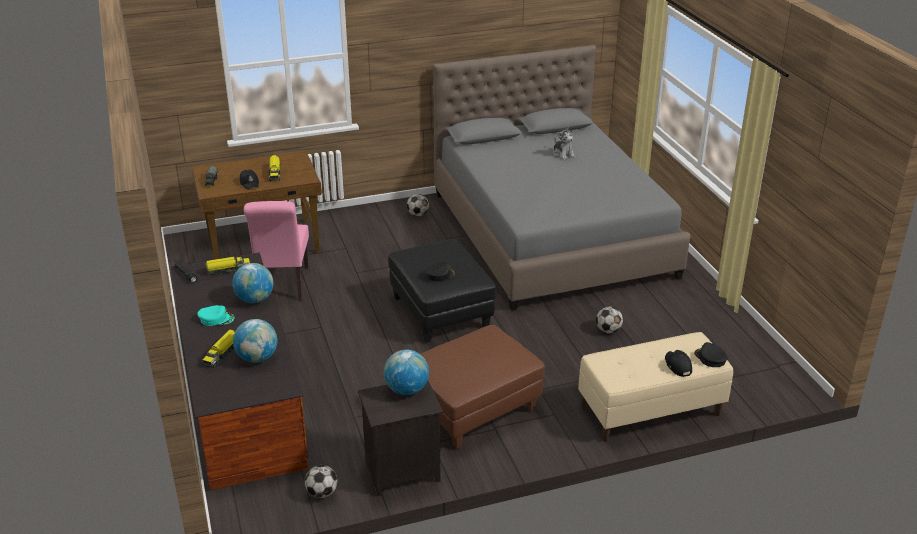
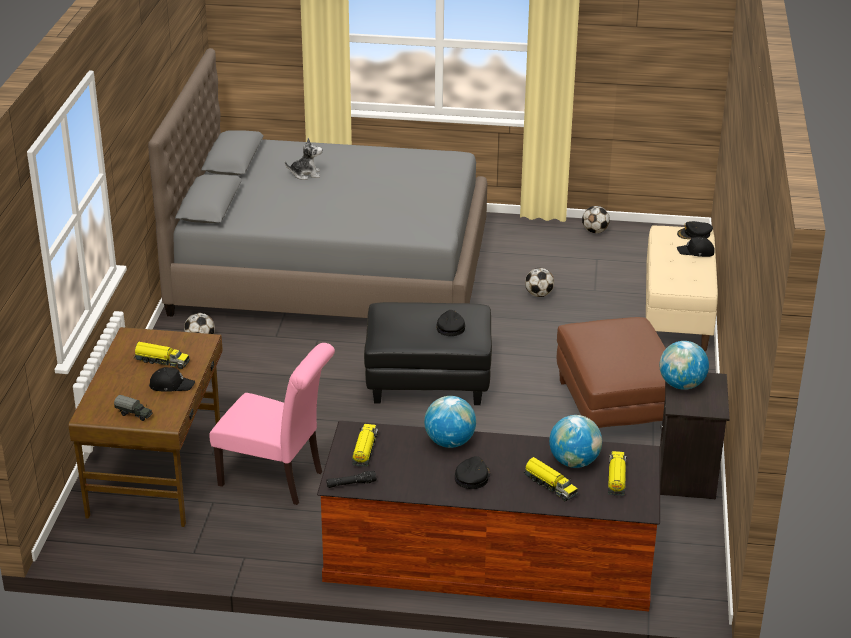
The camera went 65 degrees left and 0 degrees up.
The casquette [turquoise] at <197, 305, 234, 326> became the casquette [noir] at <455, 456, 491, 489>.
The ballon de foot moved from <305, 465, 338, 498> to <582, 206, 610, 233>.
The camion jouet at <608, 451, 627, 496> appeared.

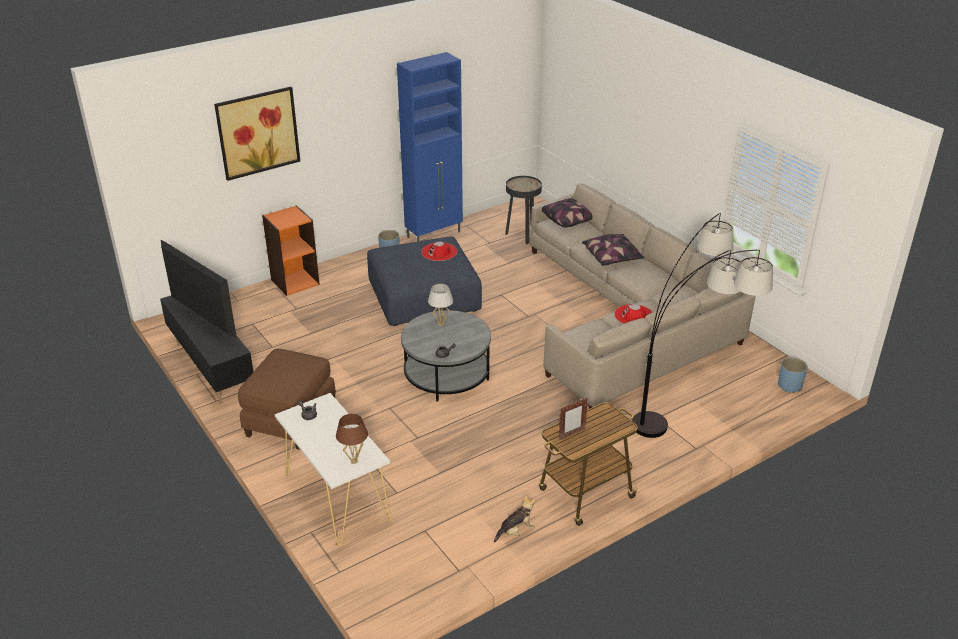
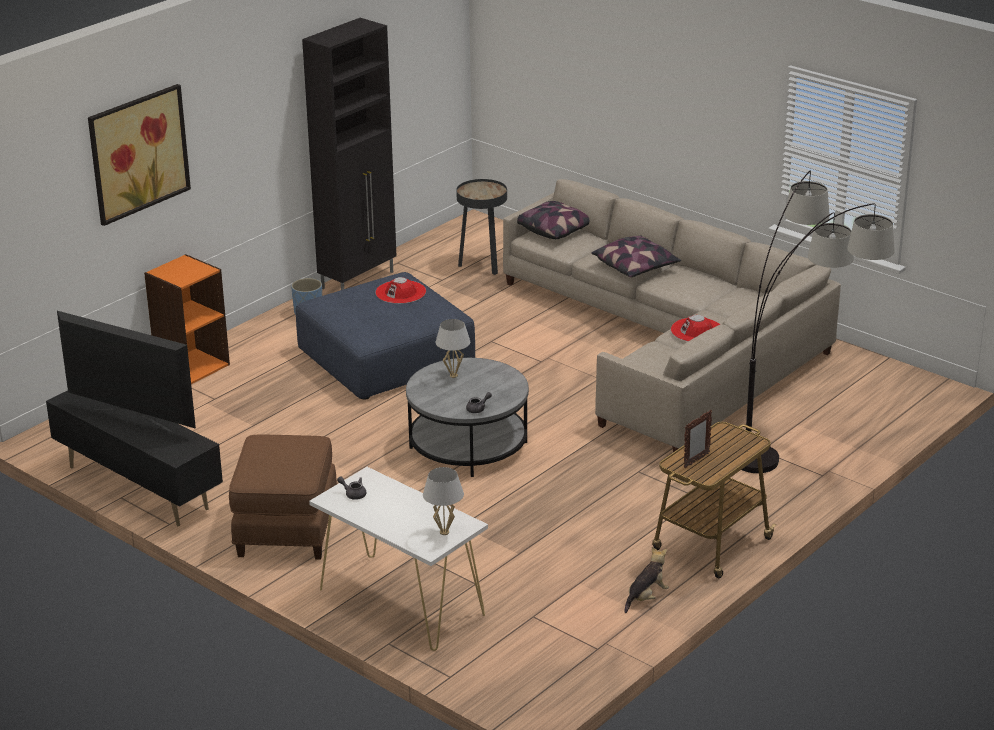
The camera went 15 degrees left and 5 degrees down.
The meuble de rangement [bleu] at <397, 52, 463, 242> became the meuble de rangement [noir] at <302, 18, 397, 290>.
The lampe de table [marron] at <336, 414, 368, 464> became the lampe de table [blanc] at <423, 467, 464, 535>.
The cache-pot [bleu] at <778, 357, 808, 393> disappeared.

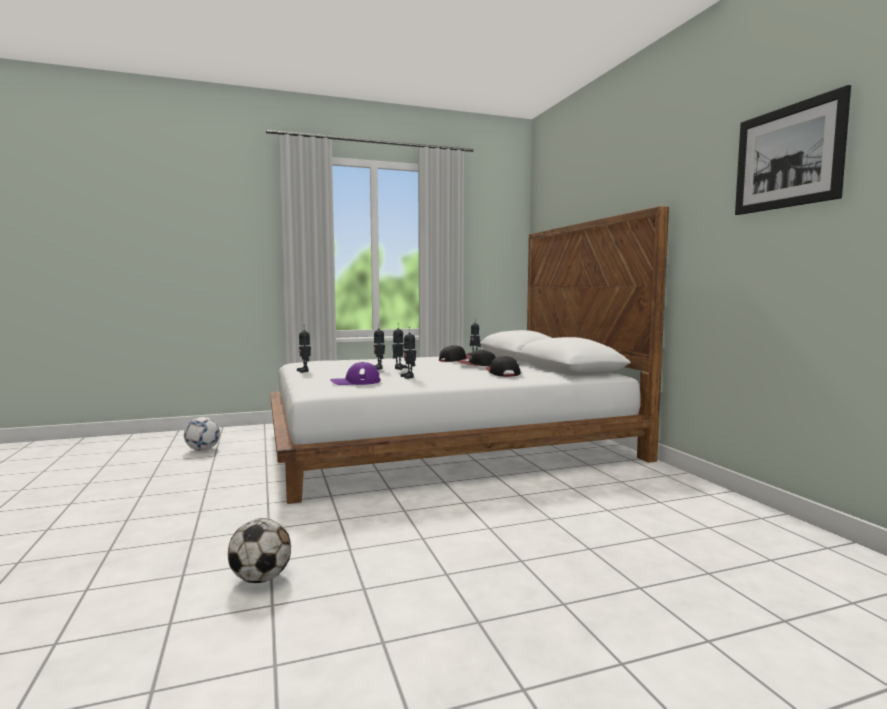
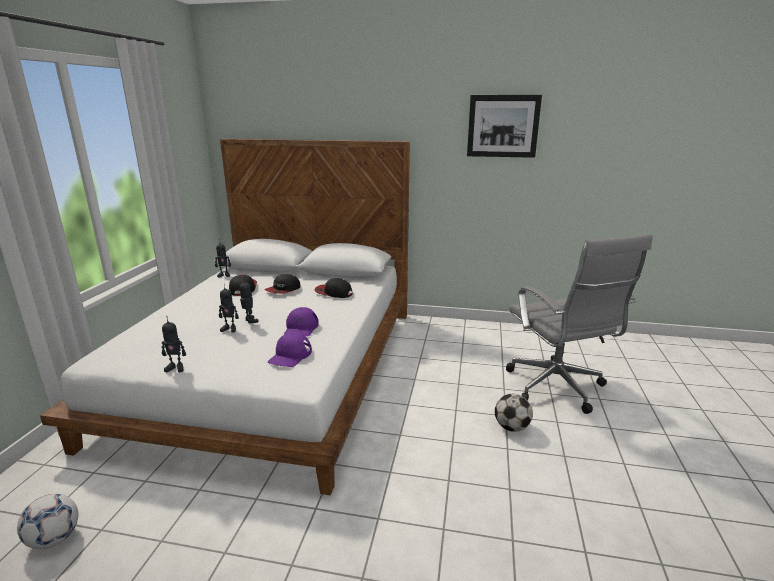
The camera went 60 degrees left and 15 degrees up.
The robot jouet at <400, 327, 416, 379> was replaced by the casquette [violet] at <284, 307, 319, 336>.
The ballon de foot moved from <228, 518, 291, 583> to <495, 394, 533, 432>.
The chaise de bureau [gris] at <506, 234, 653, 414> appeared.

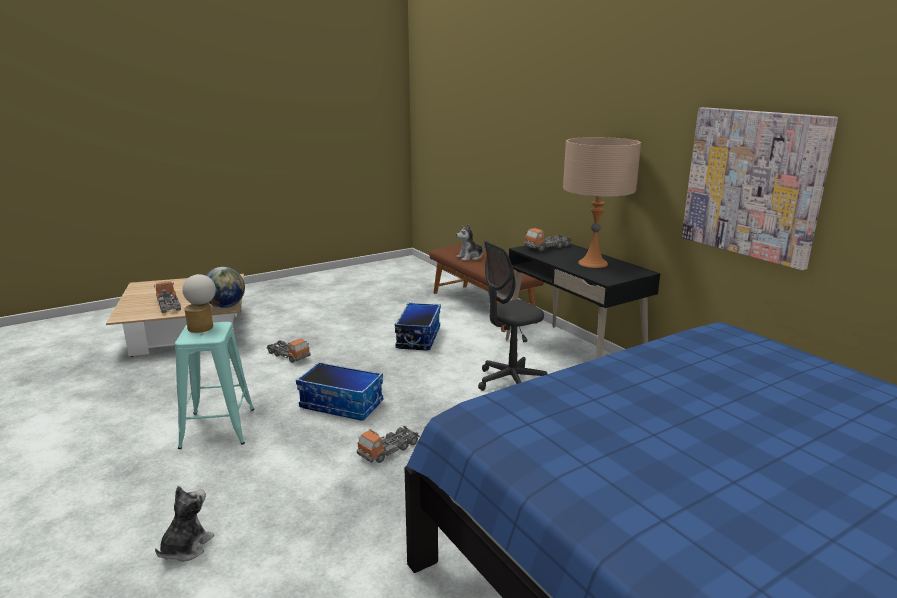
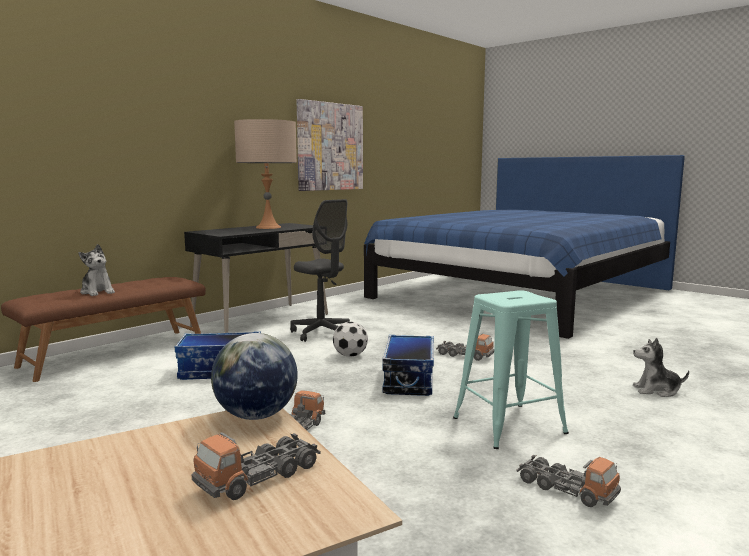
The camera went 105 degrees left and 10 degrees down.
The ballon de foot at <333, 322, 368, 357> appeared.
The camion jouet moved from <524, 228, 572, 251> to <516, 455, 621, 507>.
The lampe de table at <182, 274, 216, 333> disappeared.

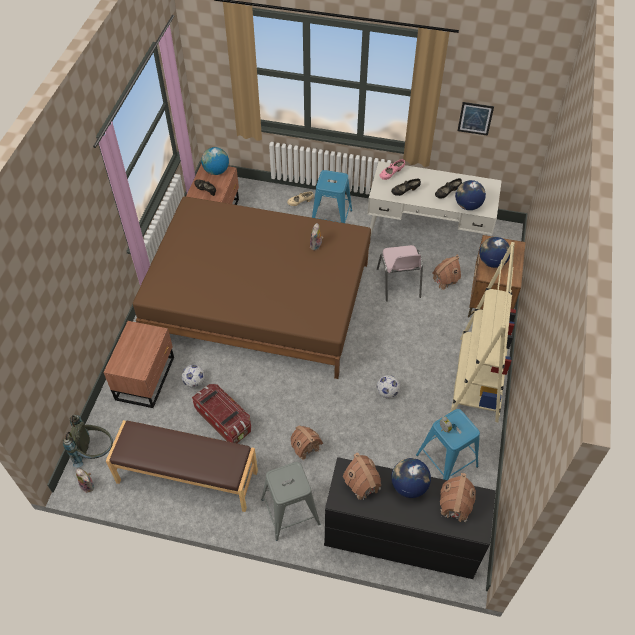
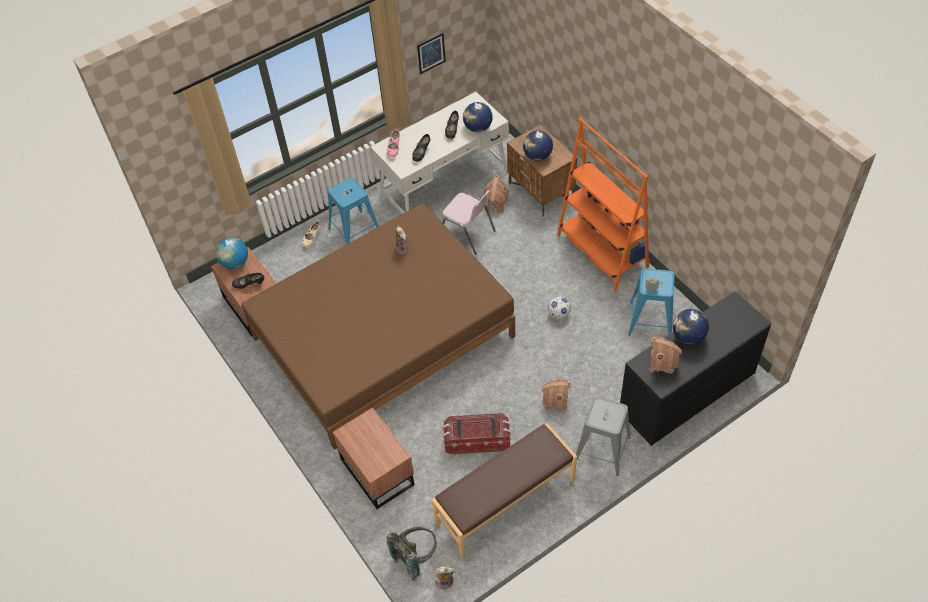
The camera went 45 degrees left and 0 degrees up.
The bibliothèque [beige] at <449, 242, 516, 422> became the bibliothèque [orange] at <557, 117, 649, 291>.
The ballon de foot at <182, 365, 205, 388> disappeared.
The maison miniature at <440, 473, 476, 522> disappeared.

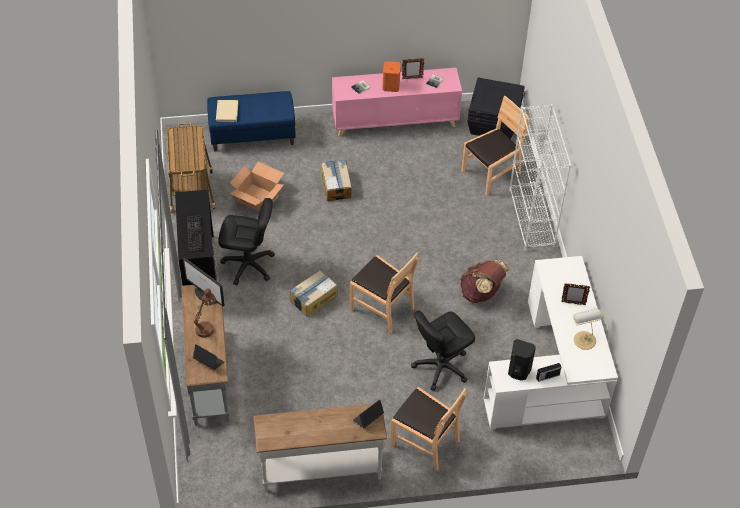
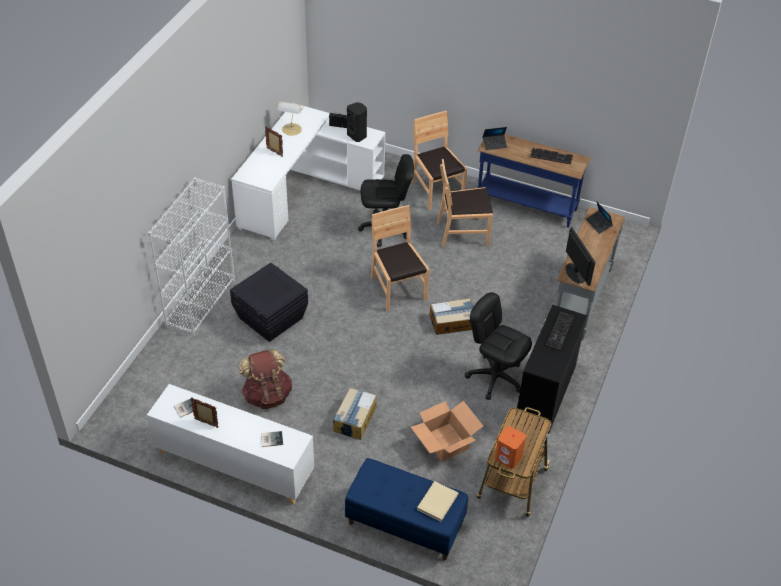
The camera went 150 degrees left and 5 degrees down.
The meuble de rangement [rose] at <332, 68, 462, 136> became the meuble de rangement [blanc] at <147, 384, 314, 504>.
The boîte de rangement [noir] moved from <468, 78, 526, 139> to <230, 262, 308, 342>.
The sac à dos [marron] moved from <460, 260, 510, 303> to <239, 350, 292, 409>.
The chaise [marron] moved from <461, 96, 530, 195> to <437, 159, 493, 247>.
The table console [blanc] at <253, 403, 387, 492> became the table console [bleu] at <477, 134, 591, 228>.
The enceinte [orange] moved from <382, 61, 401, 92> to <495, 426, 526, 469>.
The clavier at <530, 147, 573, 164> appeared.
The lampe de table [marron] at <194, 288, 216, 338> disappeared.

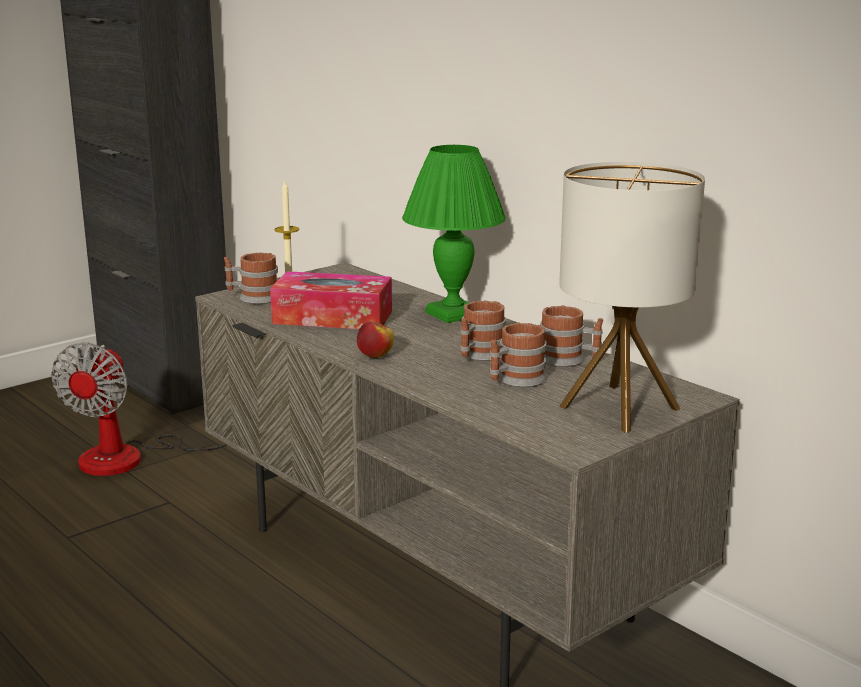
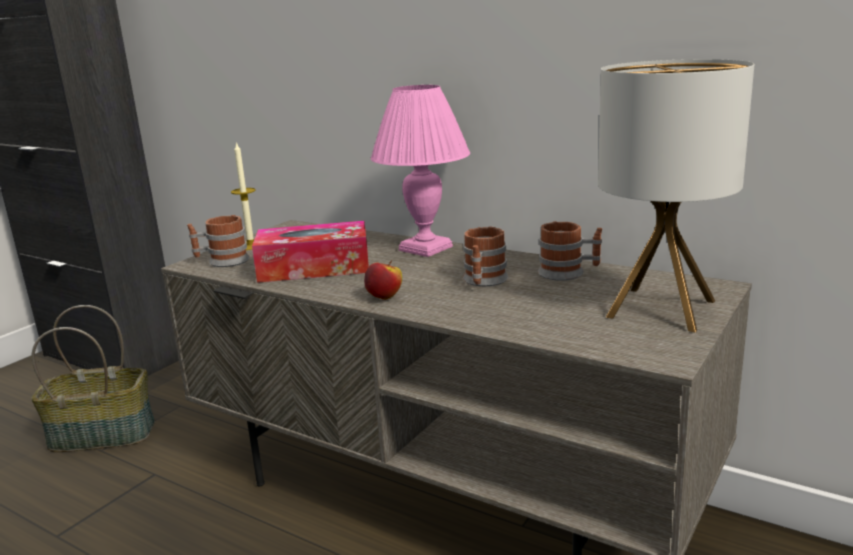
The camera went 15 degrees left and 0 degrees up.
The ventilateur at <51, 342, 227, 476> was replaced by the panier at <31, 305, 155, 452>.
The lampe de table [vert] at <402, 145, 506, 323> became the lampe de table [rose] at <371, 85, 470, 257>.
The mug at <490, 323, 547, 388> disappeared.

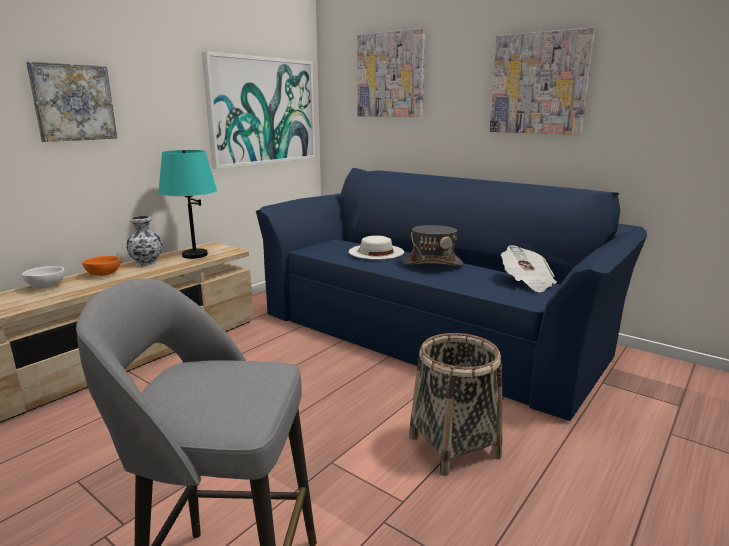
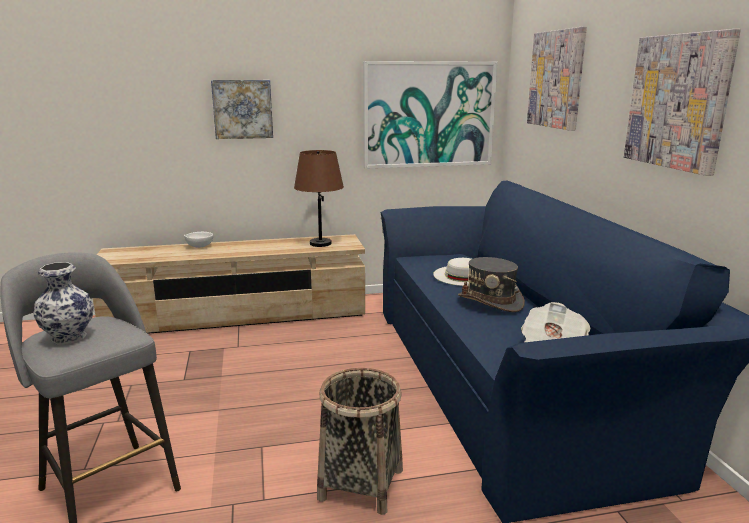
The camera went 40 degrees right and 0 degrees up.
The vase moved from <126, 216, 162, 267> to <33, 262, 94, 345>.
The lampe de table [turquoise] at <158, 150, 217, 259> became the lampe de table [marron] at <294, 150, 344, 247>.
The bol [orange] at <82, 256, 121, 276> disappeared.

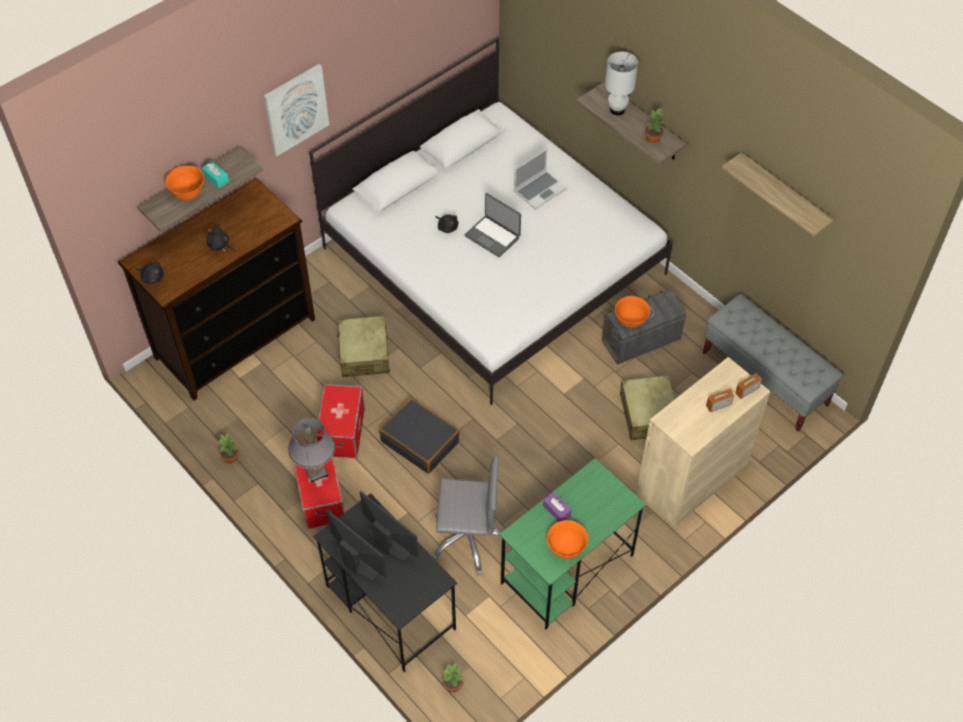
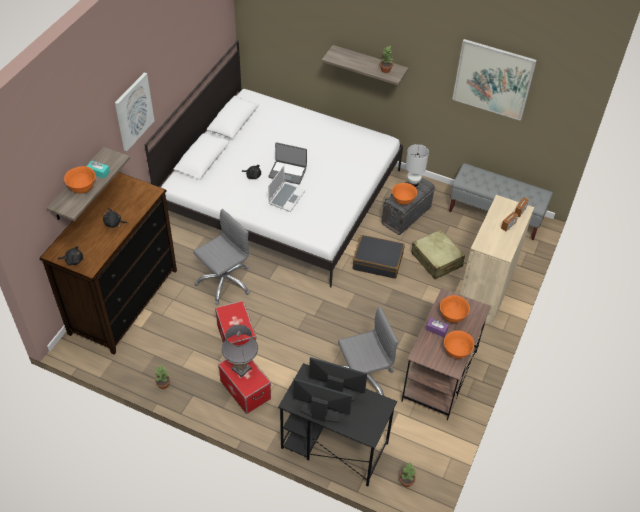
The camera went 25 degrees left and 5 degrees down.
The valise [beige] at <337, 315, 390, 377> was replaced by the chaise de bureau [gris] at <193, 209, 250, 305>.
The ordinateur portable moved from <514, 149, 567, 210> to <268, 165, 305, 212>.
The valise [noir] moved from <379, 398, 460, 474> to <353, 235, 405, 279>.
The bureau [vert] at <499, 458, 646, 629> became the bureau [marron] at <401, 288, 491, 421>.
The lampe de table [blanc] moved from <605, 51, 638, 115> to <406, 144, 429, 187>.
The bol [orange] at <440, 295, 470, 323> appeared.
The étagère at <722, 153, 834, 237> was replaced by the tableau at <452, 39, 537, 121>.

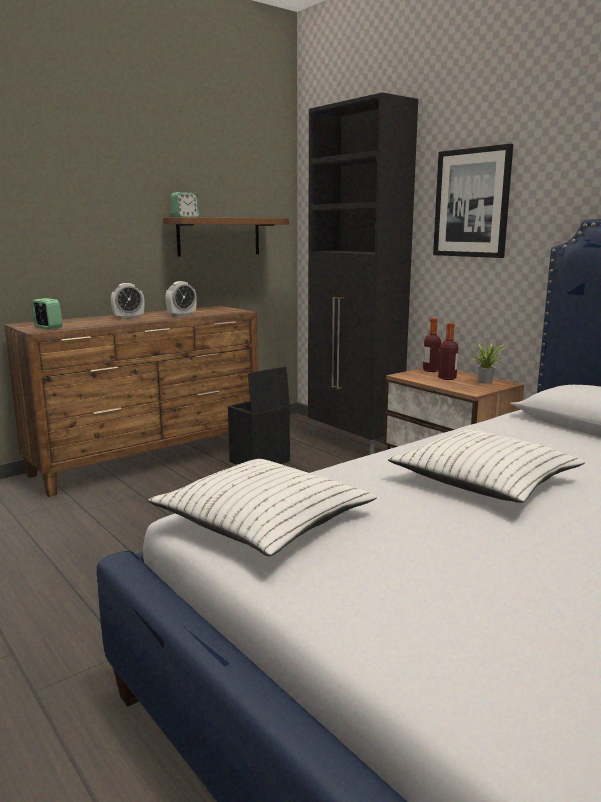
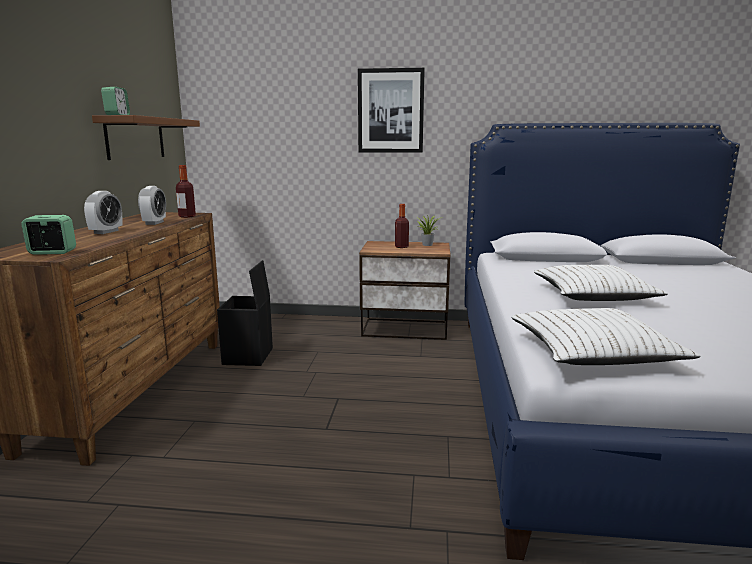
The camera went 45 degrees left and 0 degrees up.
The bouteille moved from <423, 318, 441, 372> to <176, 165, 196, 218>.
The meuble de rangement [noir] at <308, 92, 418, 455> disappeared.

